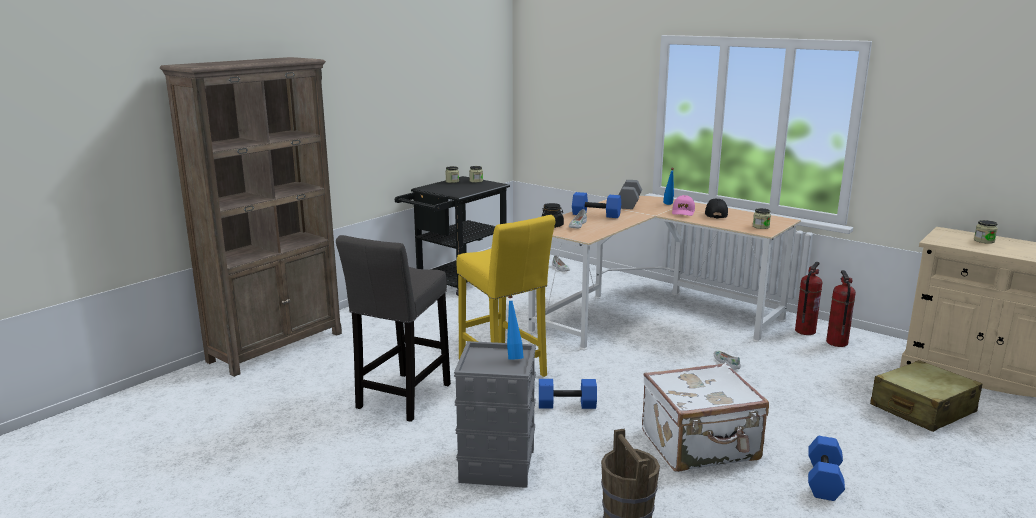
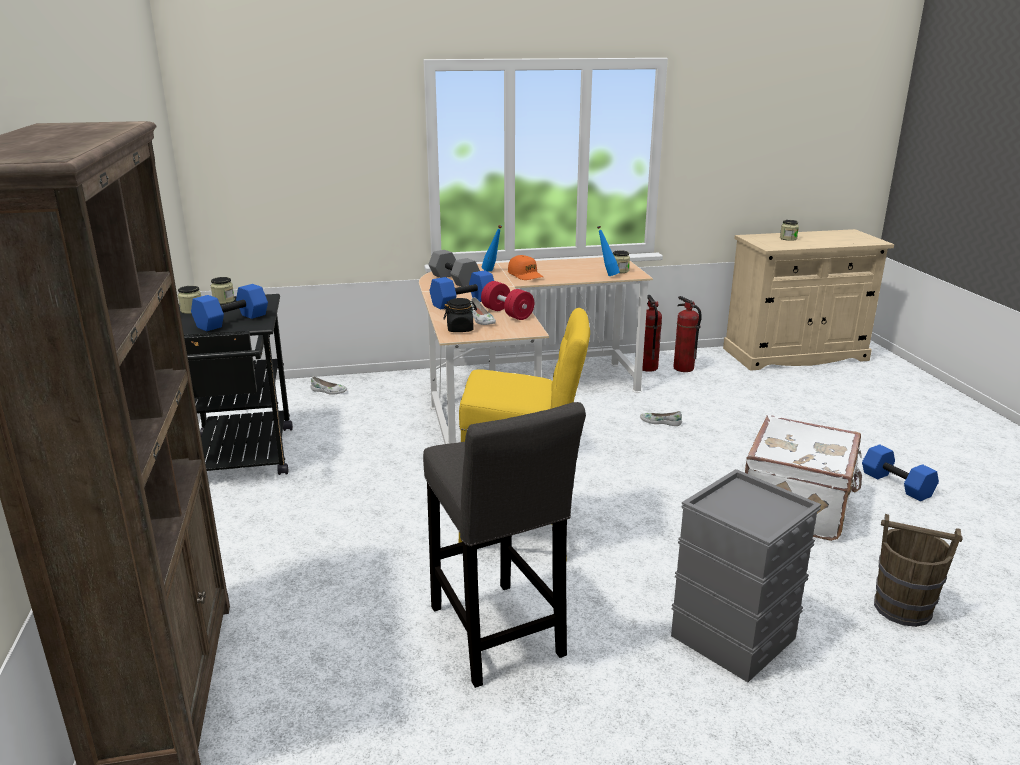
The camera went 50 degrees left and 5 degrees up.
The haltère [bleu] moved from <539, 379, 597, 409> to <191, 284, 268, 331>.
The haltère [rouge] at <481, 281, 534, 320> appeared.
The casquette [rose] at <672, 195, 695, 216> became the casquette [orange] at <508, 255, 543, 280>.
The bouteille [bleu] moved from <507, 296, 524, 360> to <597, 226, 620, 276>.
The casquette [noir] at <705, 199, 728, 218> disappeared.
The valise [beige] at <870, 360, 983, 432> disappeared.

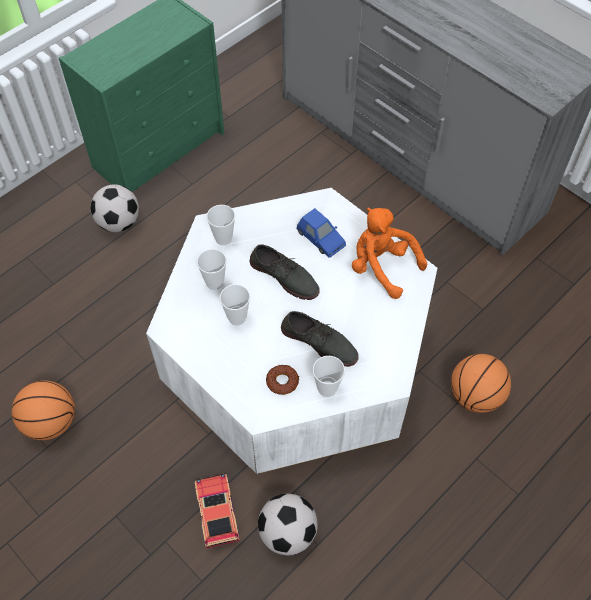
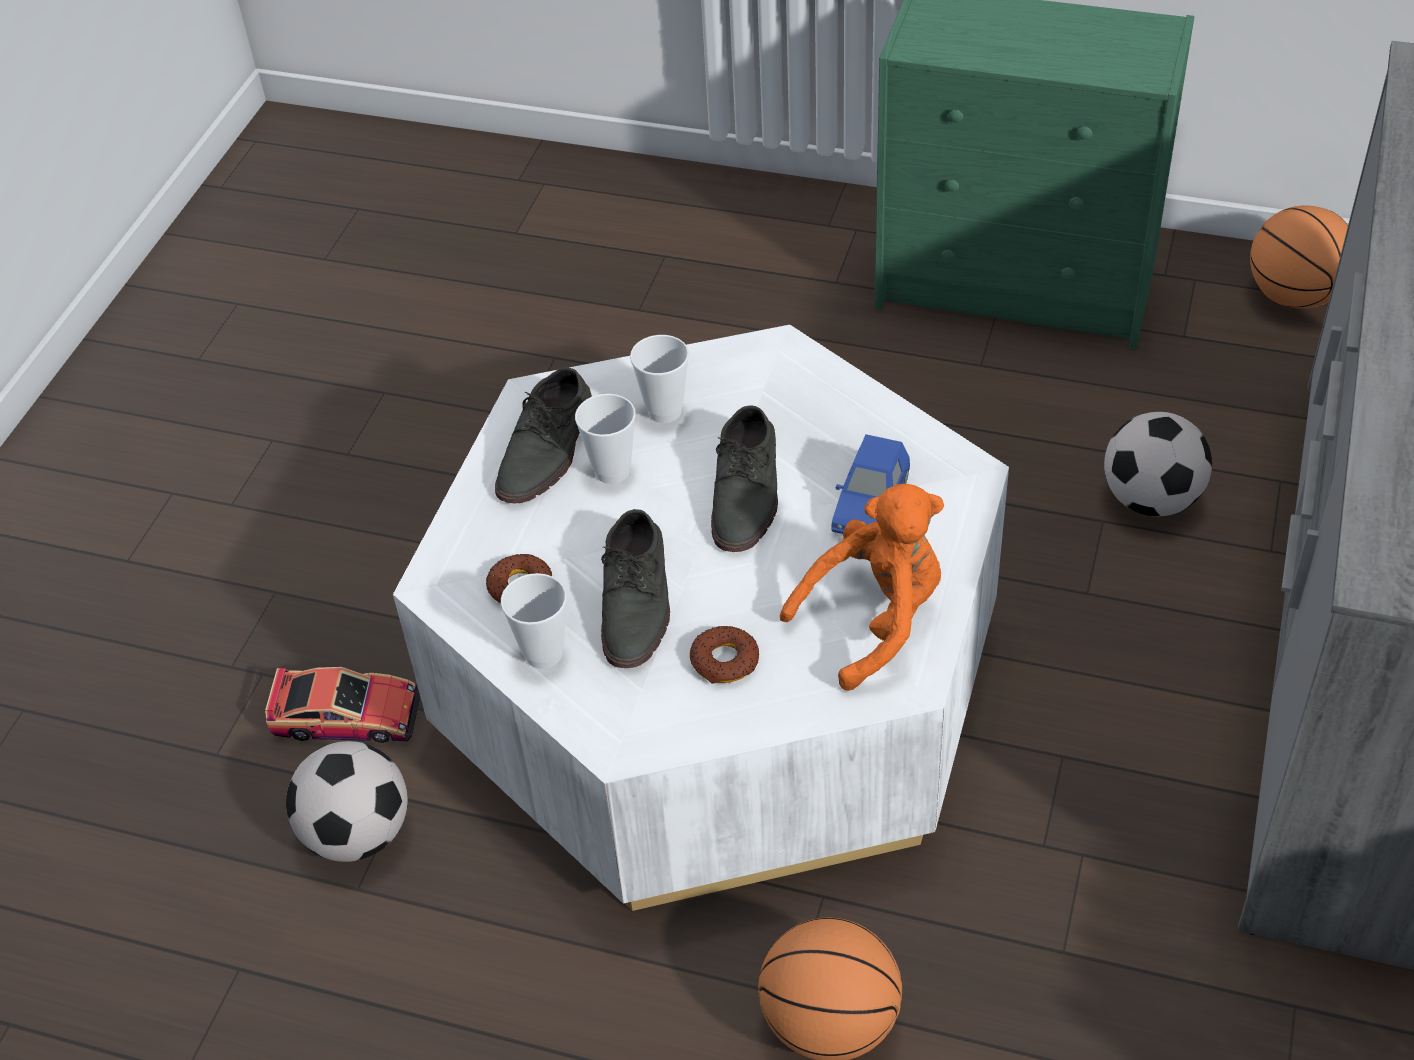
The camera went 65 degrees right and 10 degrees down.
The petite voiture at <194, 474, 240, 549> turned 45 degrees clockwise.
The chaussure [gris] at <495, 367, 592, 504> appeared.
The beignet at <690, 626, 759, 684> appeared.
The peluche [orange] at <352, 207, 427, 299> turned 45 degrees clockwise.
The ballon de foot moved from <90, 184, 139, 232> to <1104, 412, 1212, 516>.
The ballon de basket moved from <12, 381, 75, 440> to <1250, 206, 1348, 309>.
The tasse at <207, 205, 235, 245> disappeared.

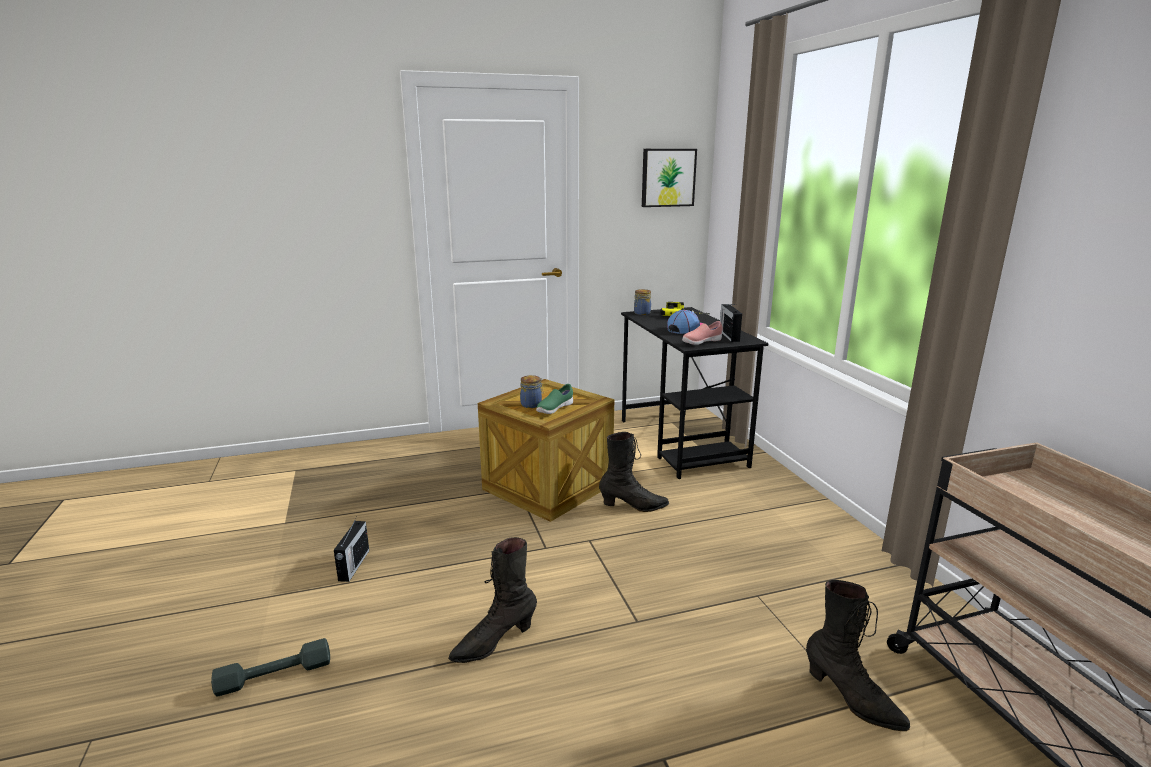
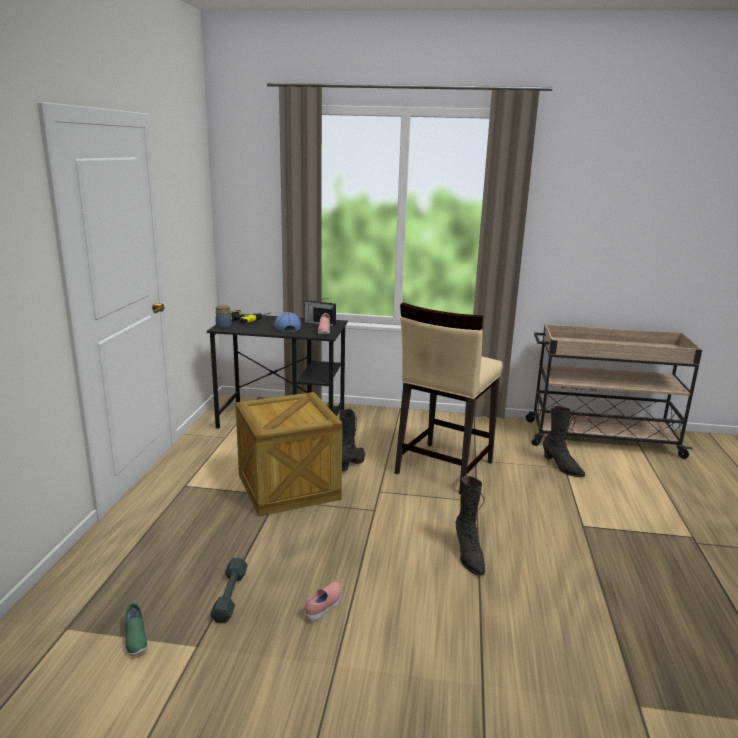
The camera went 65 degrees left and 0 degrees up.
The chaussure [vert] moved from <536, 384, 573, 414> to <125, 602, 148, 656>.
The haltère [gris] moved from <211, 638, 330, 696> to <210, 558, 248, 623>.
The radio at <334, 517, 369, 582> was replaced by the chaussure [rose] at <305, 582, 342, 621>.
The tabouret [beige] at <395, 303, 503, 494> appeared.
The botte [noir] at <806, 580, 910, 731> turned 75 degrees clockwise.
The bocal at <520, 375, 543, 408> disappeared.
The tableau at <642, 149, 697, 207> disappeared.

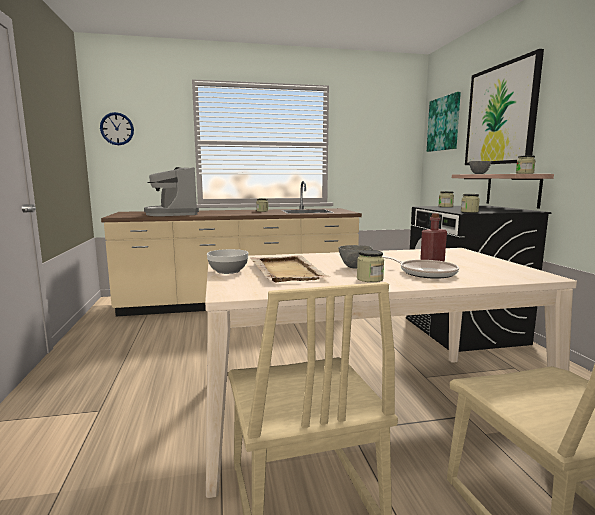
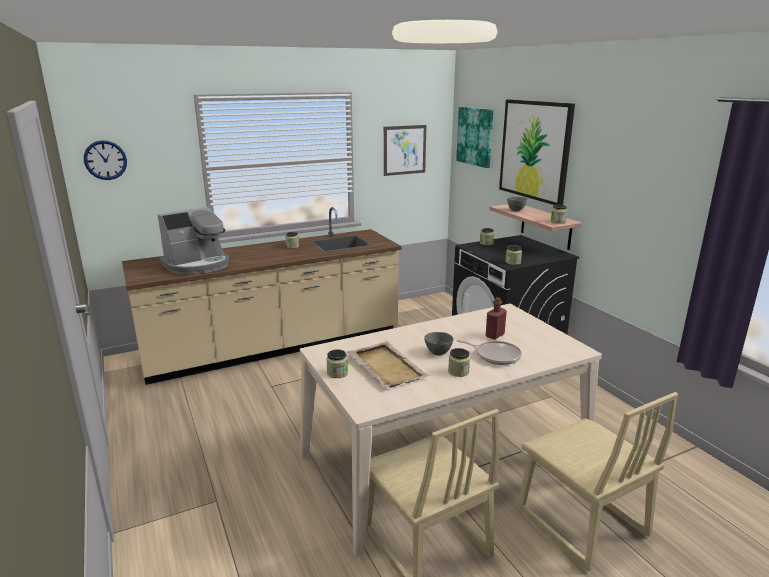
The camera went 15 degrees left and 10 degrees up.
The machine à café at <144, 167, 199, 216> turned 90 degrees counterclockwise.
The bol at <207, 249, 248, 274> was replaced by the bocal at <326, 349, 348, 378>.
The tableau at <384, 125, 426, 176> appeared.

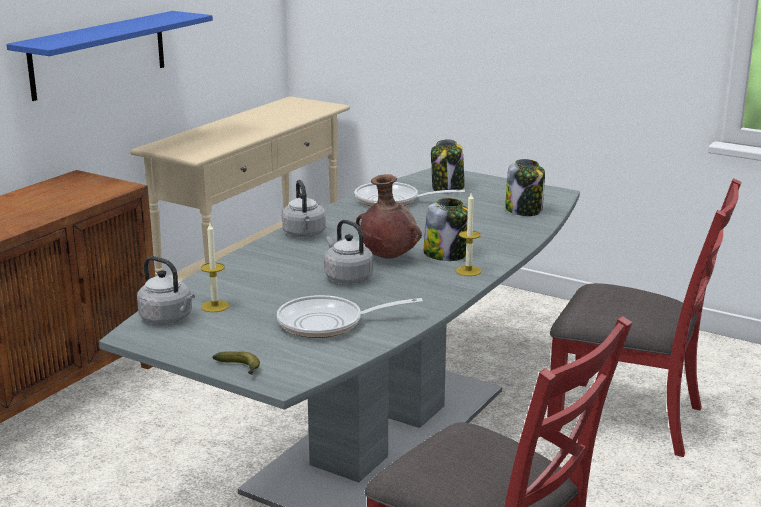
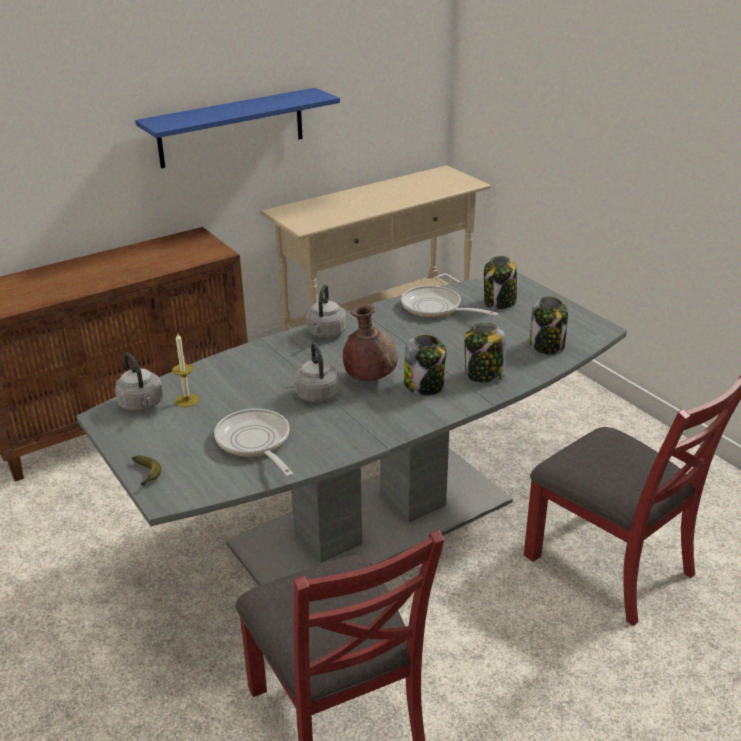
The camera went 25 degrees right and 10 degrees up.
The poêle at <277, 295, 423, 338> turned 45 degrees clockwise.
The bocal at <464, 323, 506, 383> appeared.
The bougie at <456, 193, 481, 276> disappeared.

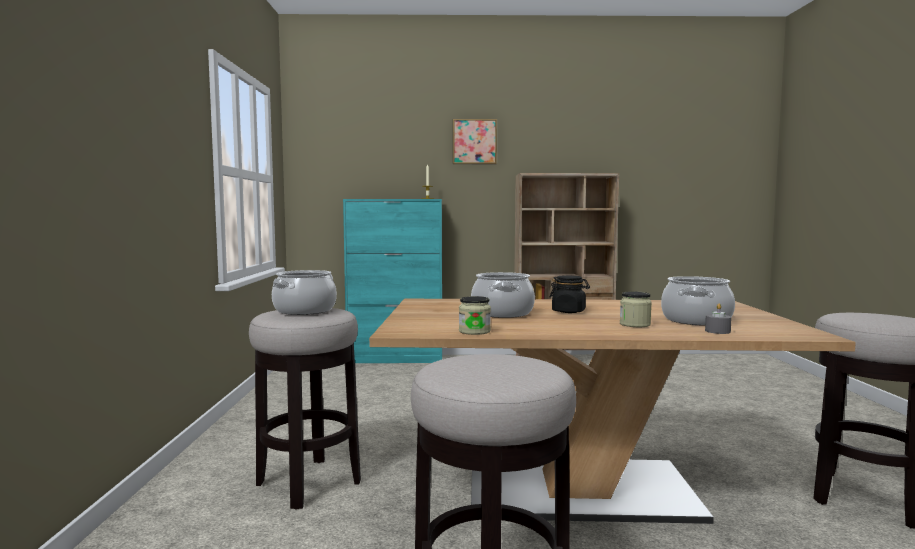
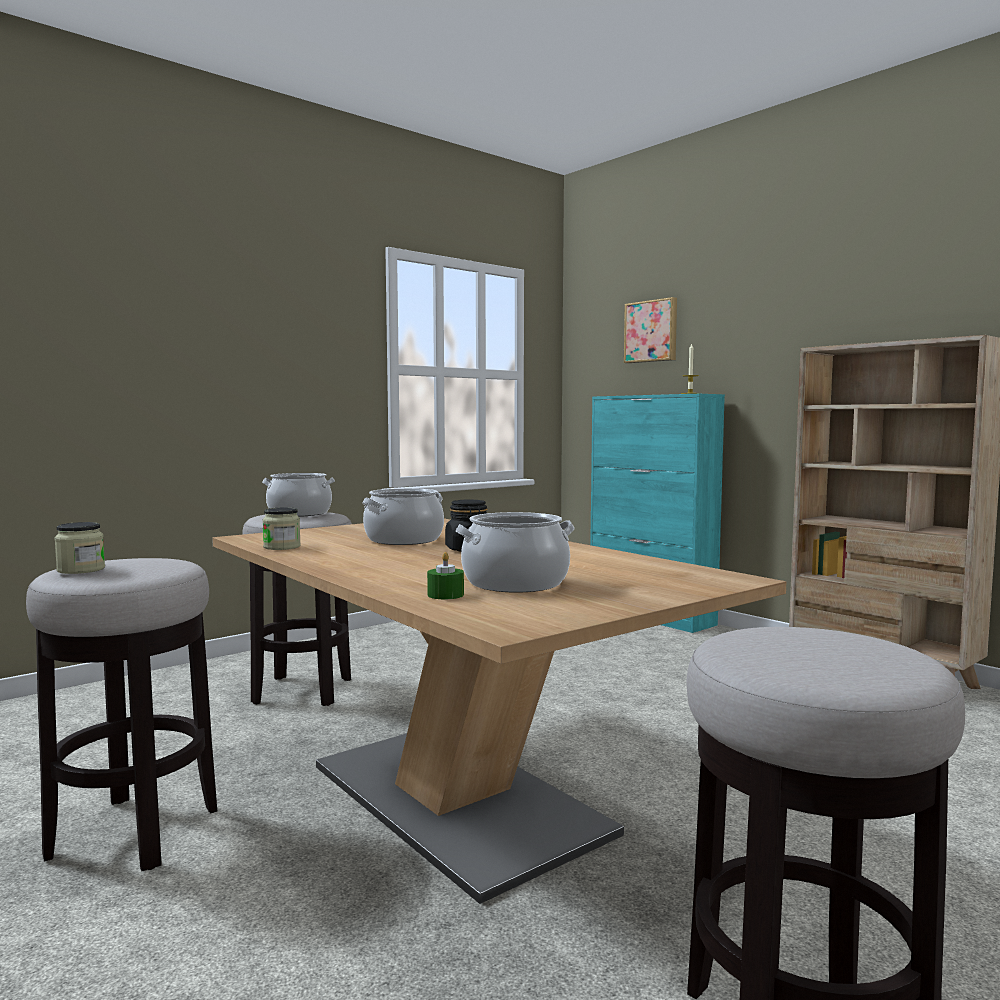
The camera went 50 degrees right and 0 degrees up.
The bocal moved from <620, 291, 652, 327> to <54, 522, 105, 574>.
The bougie [gris] at <705, 304, 732, 334> became the bougie [vert] at <427, 552, 464, 599>.
The tableau moved from <453, 119, 497, 164> to <624, 297, 677, 363>.

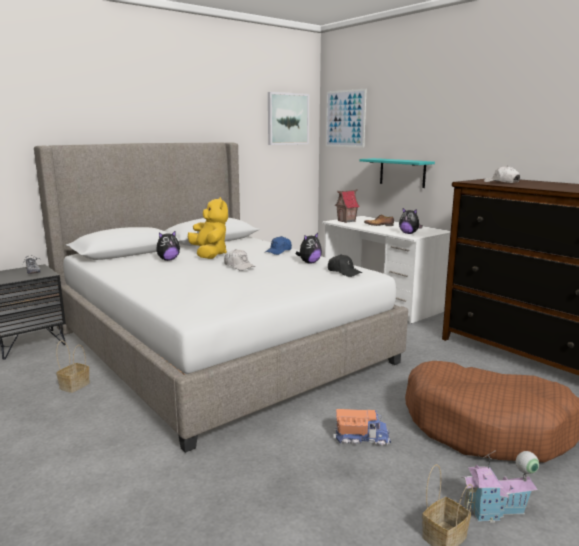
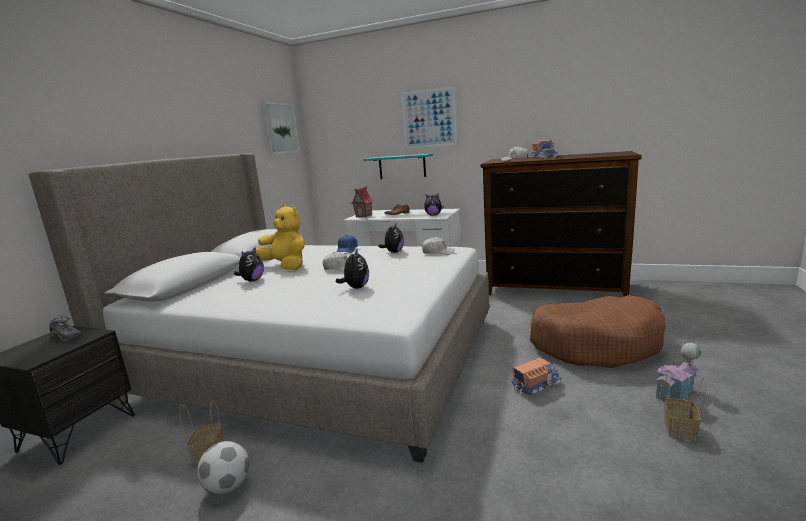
The camera went 30 degrees left and 0 degrees up.
The ballon de foot at <197, 441, 249, 495> appeared.
The peluche at <336, 250, 369, 289> appeared.
The tableau moved from <326, 89, 366, 148> to <402, 86, 457, 148>.
The casquette [noir] at <328, 254, 362, 277> became the casquette [blanc] at <422, 237, 455, 255>.
The camion jouet at <531, 140, 559, 158> appeared.

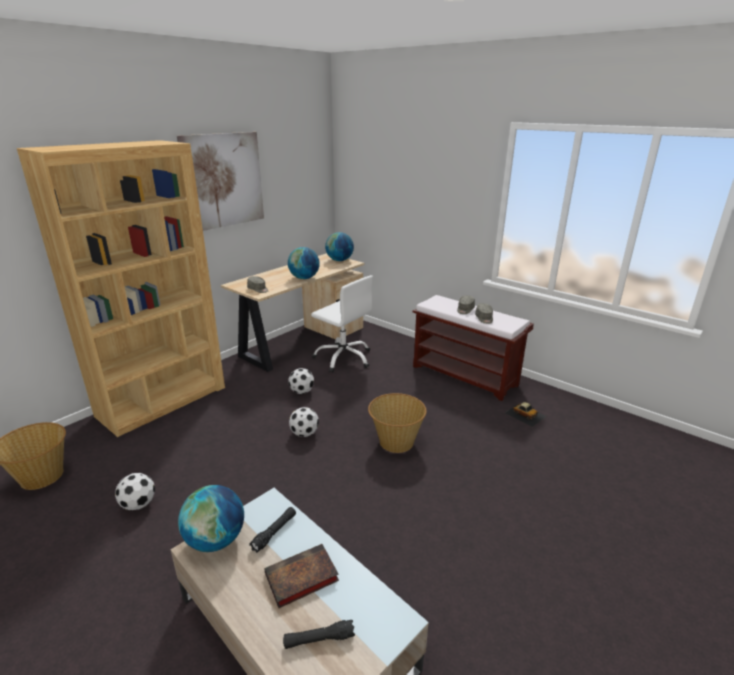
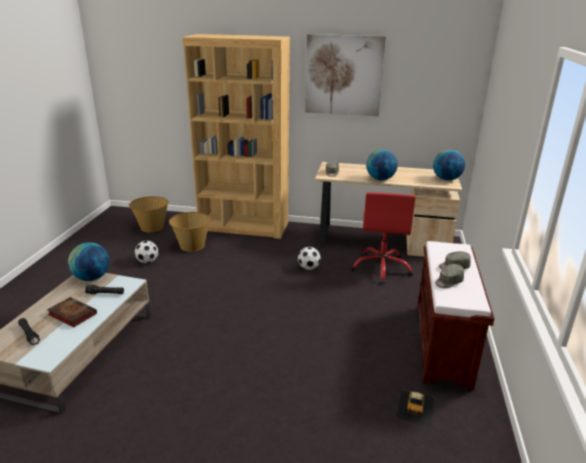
The camera went 60 degrees right and 0 degrees up.
The panier moved from <368, 393, 427, 453> to <169, 212, 211, 252>.
The chaise de bureau [blanc] at <311, 275, 373, 373> became the chaise de bureau [rouge] at <350, 192, 416, 284>.
The ballon de foot at <289, 407, 319, 437> disappeared.

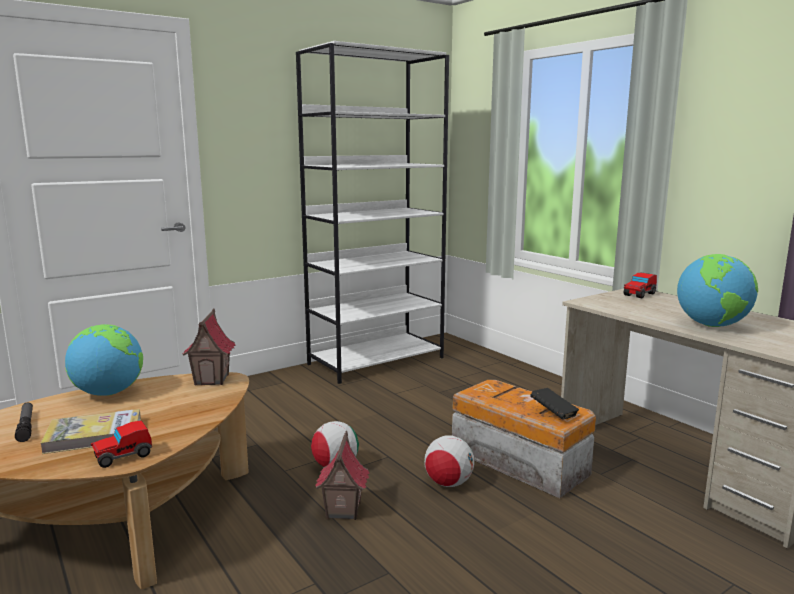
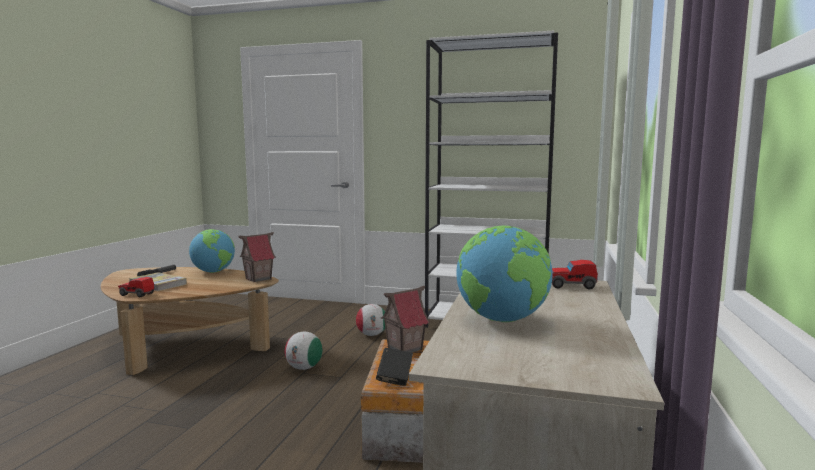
The camera went 50 degrees right and 5 degrees down.
The ballon de foot moved from <424, 436, 474, 487> to <356, 304, 385, 336>.
The maison miniature moved from <315, 431, 370, 520> to <381, 286, 430, 353>.

